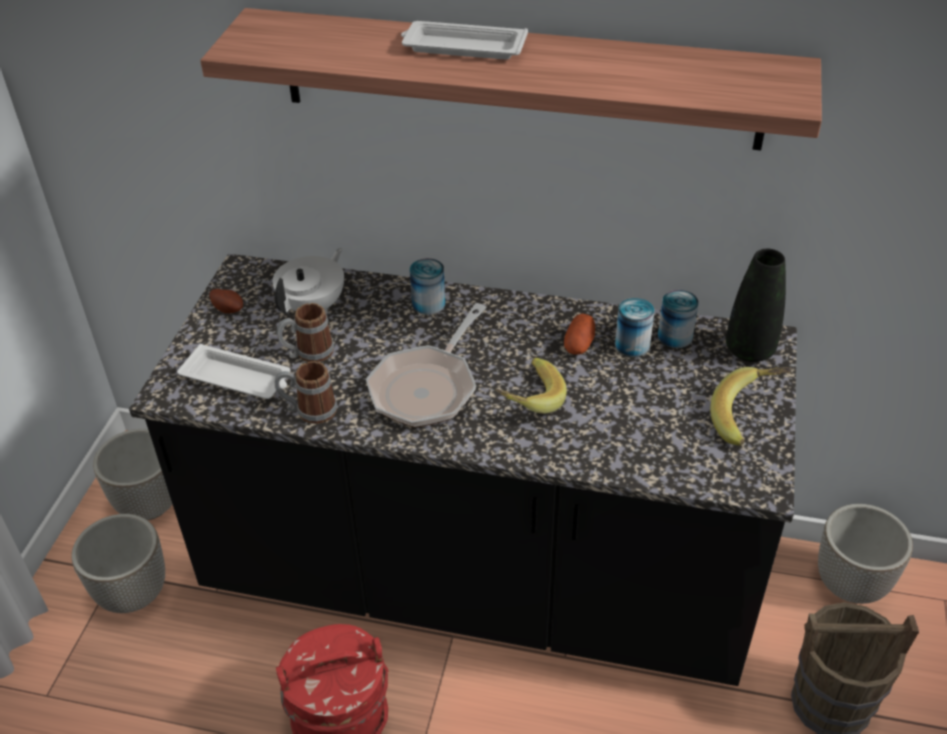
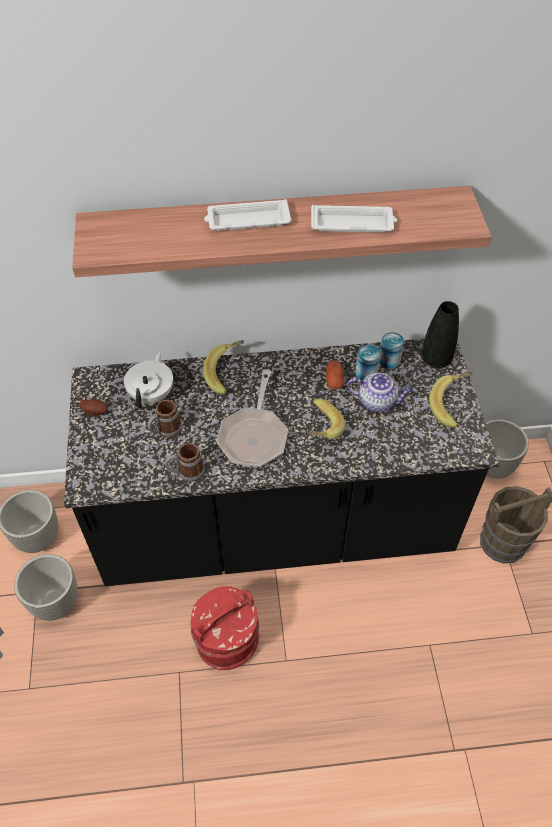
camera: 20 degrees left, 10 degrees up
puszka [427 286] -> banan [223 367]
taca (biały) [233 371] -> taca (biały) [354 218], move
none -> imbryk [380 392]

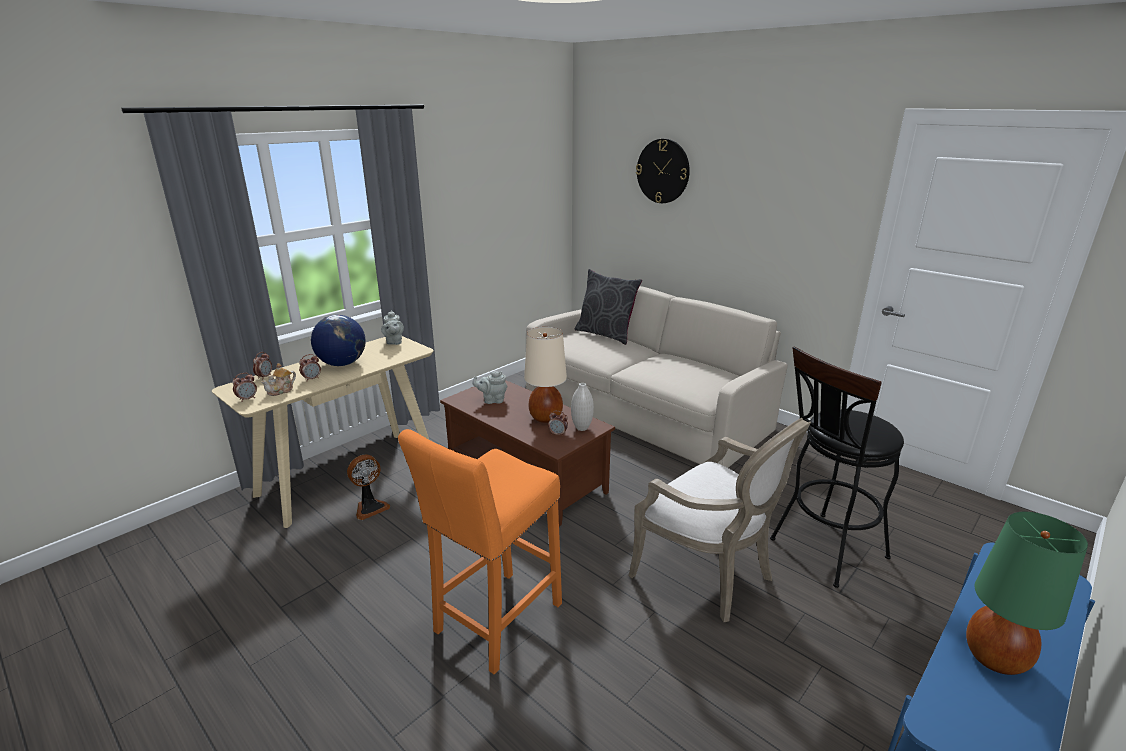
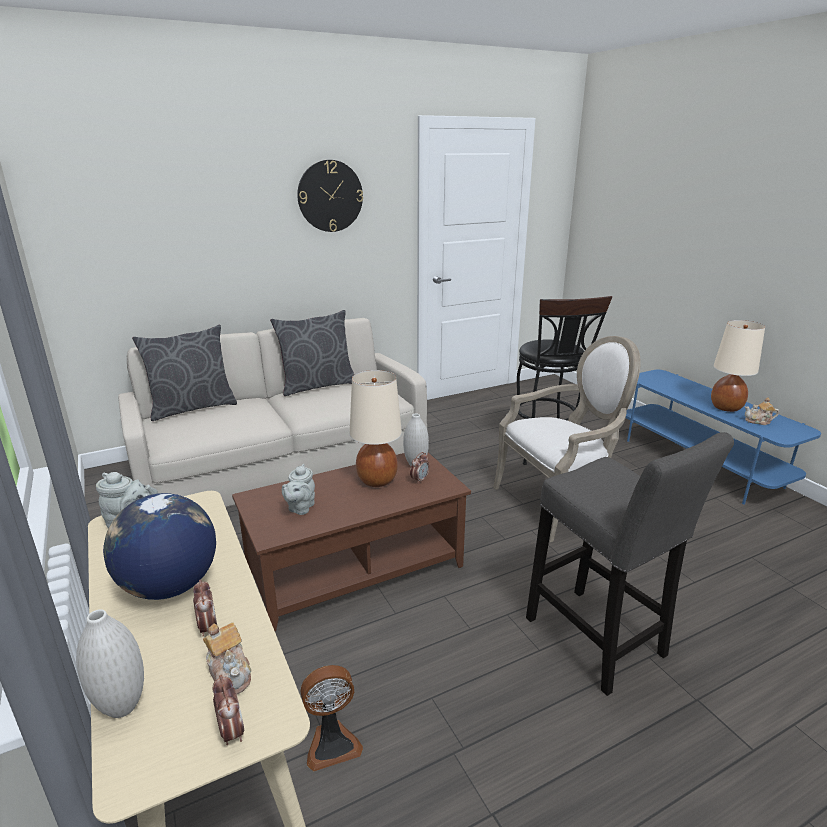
camera: 70 degrees left, 0 degrees up
zegar ścienny [663 171] -> zegar ścienny [330 196], move
budzik [262 366] -> wazon (biały) [110 663]
stołek (pomarańczowy) [480 552] -> stołek (szary) [630 564]
wentylator [368 487] -> wentylator [331 718], 90 degrees clockwise
lampa stołowa (zielony) [1027 593] -> lampa stołowa (beżowy) [738 366]
none -> poduszka (szary) [312 353]
none -> imbryk [762 411]

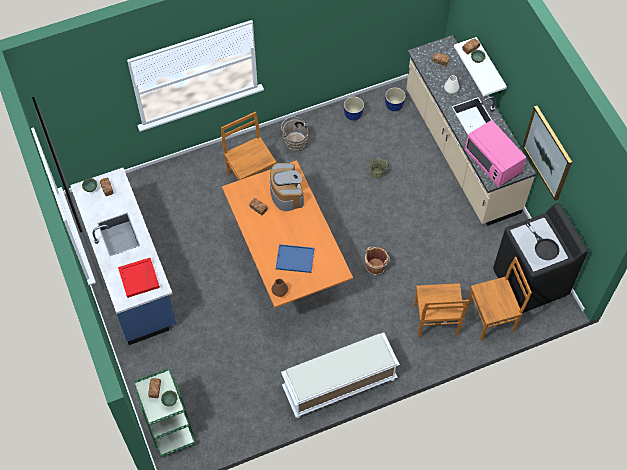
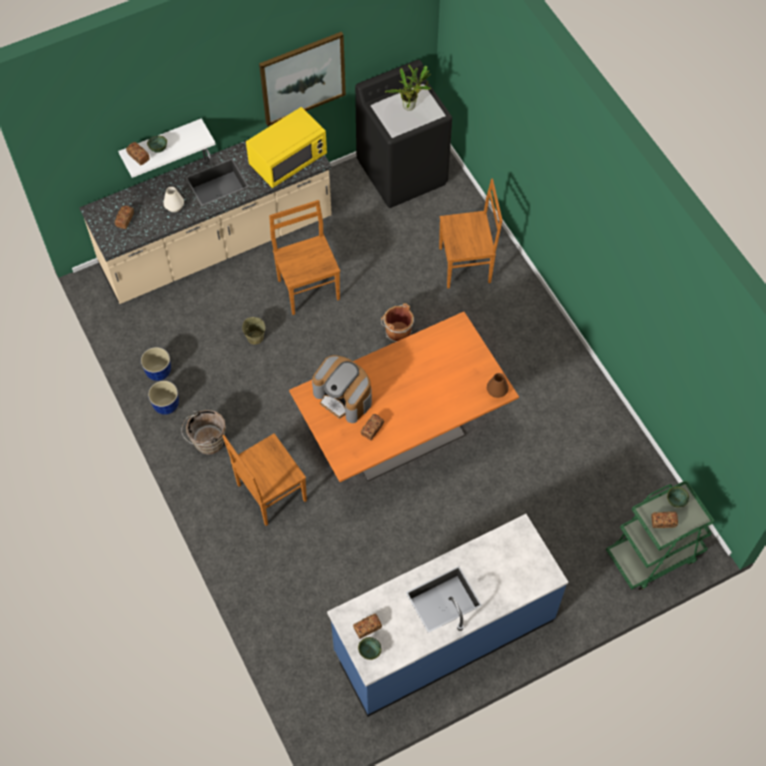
camera: 95 degrees left, 0 degrees up
donica [395 99] -> donica [163 398], move
mikrofalówka (różowy) [496 153] -> mikrofalówka (żółty) [286 147]
ekspres do kawy [287 187] -> ekspres do kawy [342 389], 120 degrees counterclockwise
patelnia (czarny) [542 240] -> roślina doniczkowa [408 87]
taca (niebieski) [295 258] -> none
krzesło (brązowy) [500 298] -> krzesło (brązowy) [304 257], move
taca (czerwony) [139 278] -> none
ławka (biały) [340 375] -> none

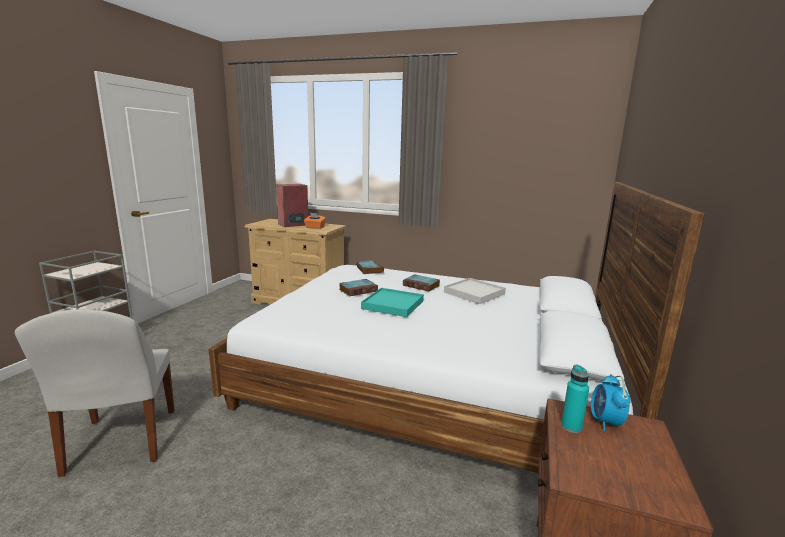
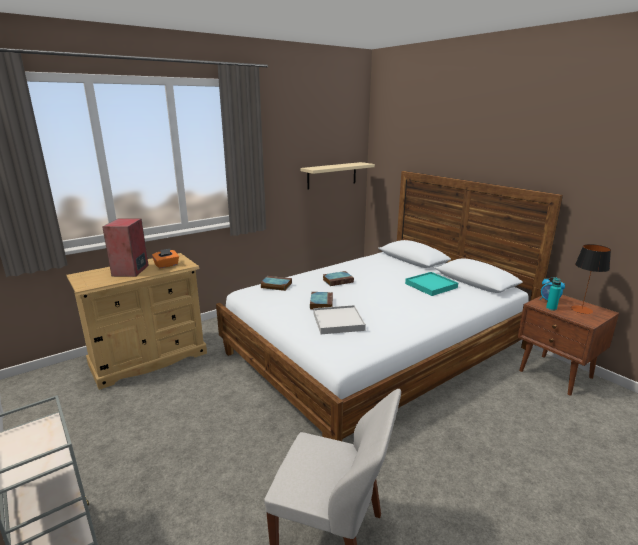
camera: 55 degrees left, 5 degrees up
taca (biały) [475 291] -> taca (biały) [340 319], move
taca (turkusowy) [392 302] -> taca (turkusowy) [431 284], move
none -> półka (beżowy) [337 175]
none -> lampa stołowa [591 279]

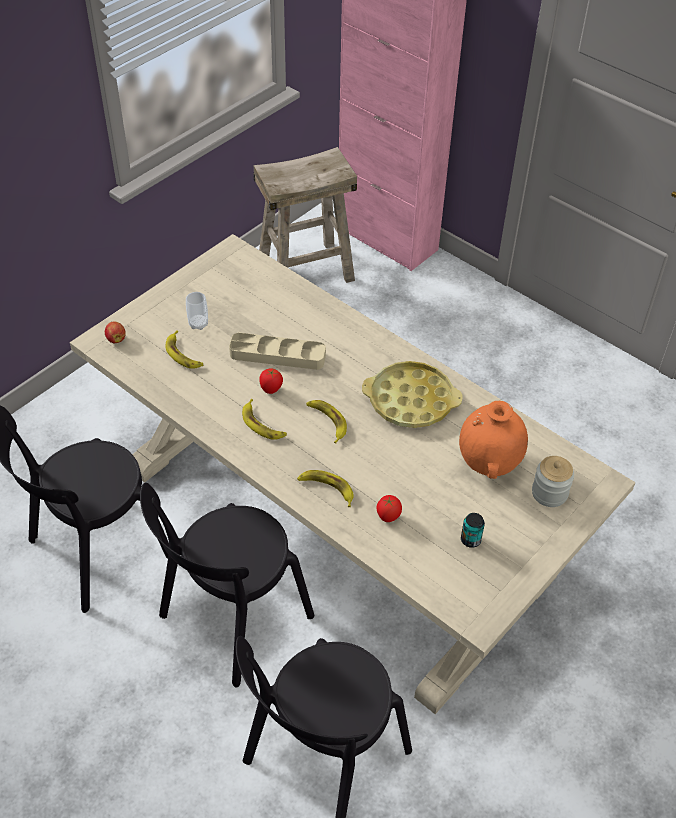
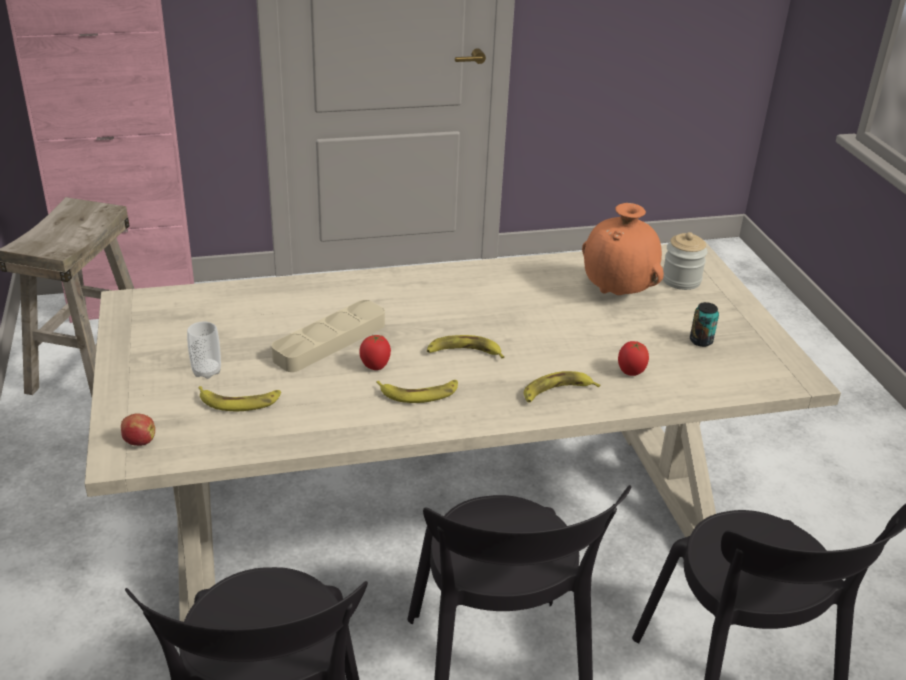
camera: 55 degrees left, 15 degrees down
taca (żółty) [412 394] -> none

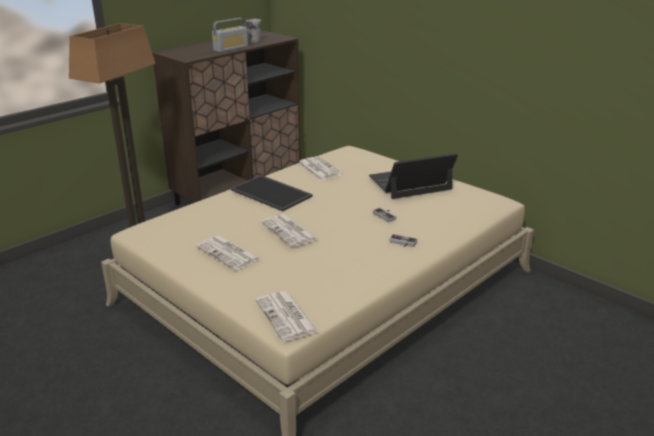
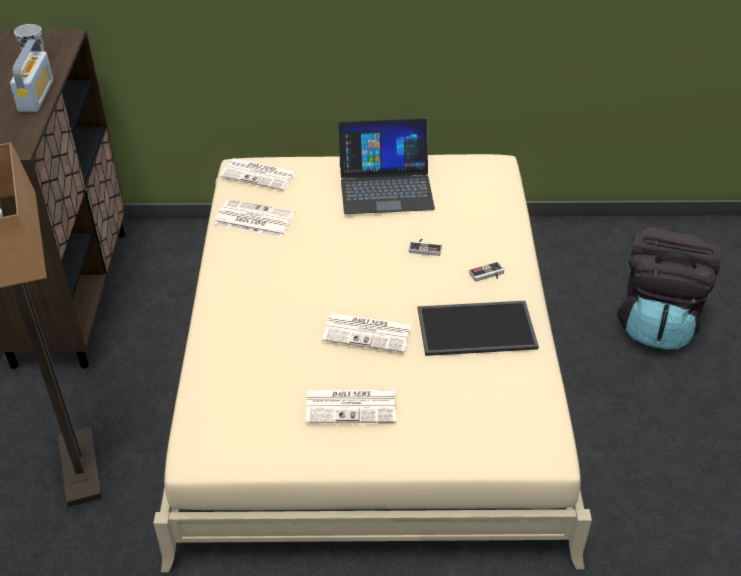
camera: 45 degrees left, 15 degrees up
laptop [413 176] -> laptop [386 166], 120 degrees counterclockwise
taca [272 193] -> taca [478 328], move
gazeta [287 316] -> gazeta [258 174], move
none -> plecak (czarny) [669 288]

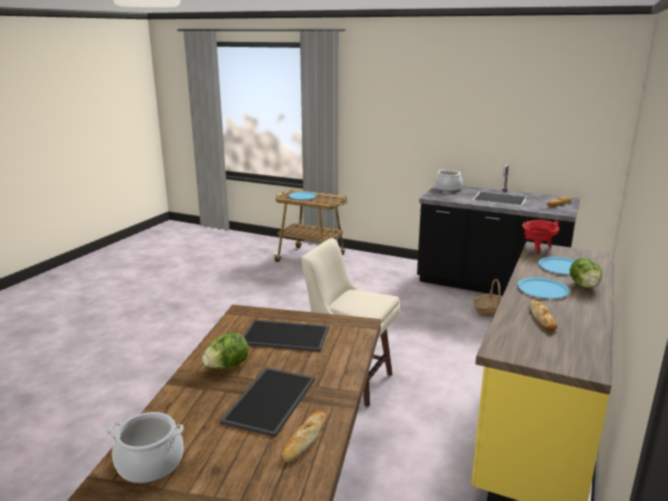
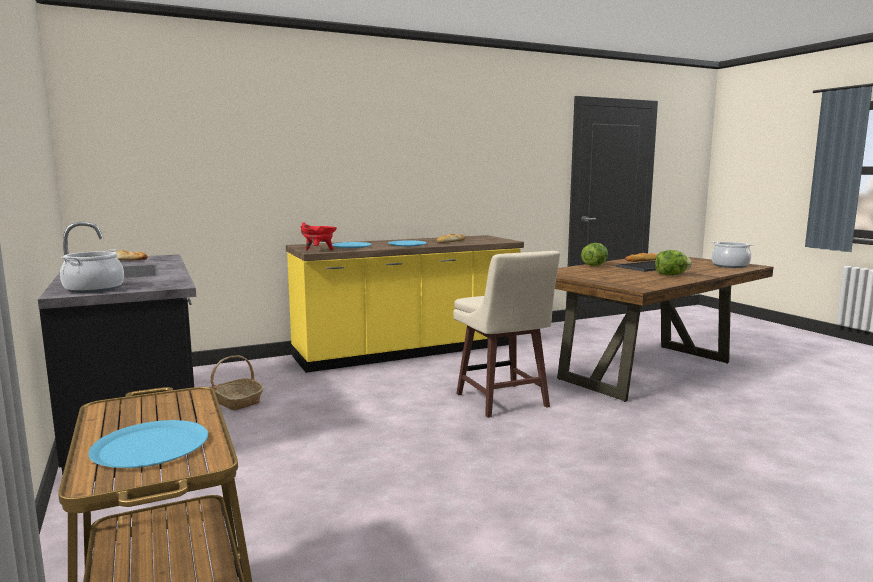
camera: 140 degrees left, 10 degrees down
sałata [586 272] -> sałata [594 254], move
taca [286 335] -> none

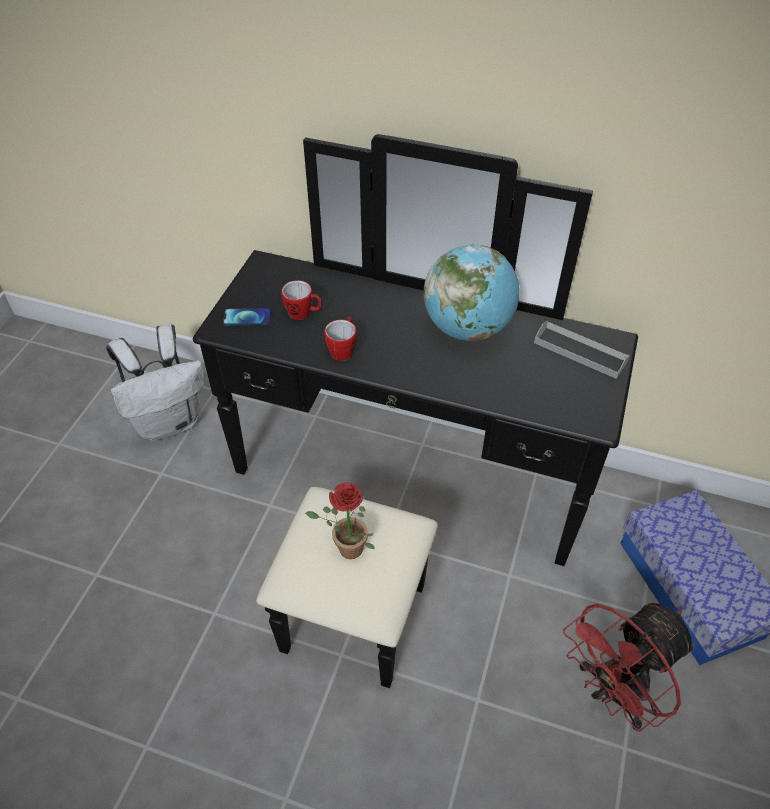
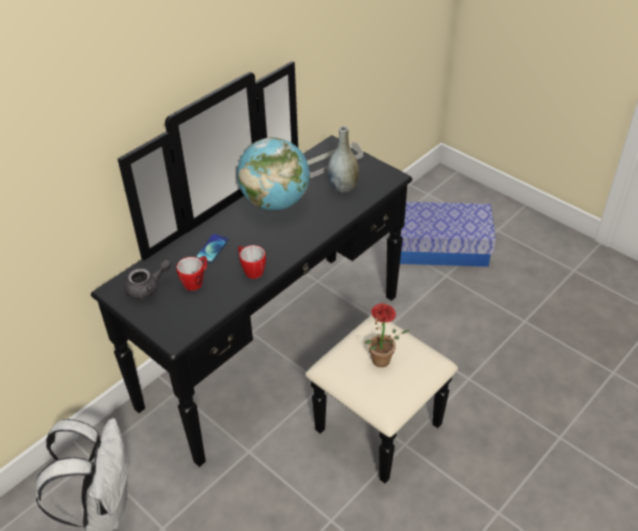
camera: 65 degrees left, 5 degrees down
telefon [247 317] -> telefon [212 248], move
wentylator (czerwony) [629 667] -> none
none -> wazon (szary) [343 159]
none -> imbryk (szary) [148 279]

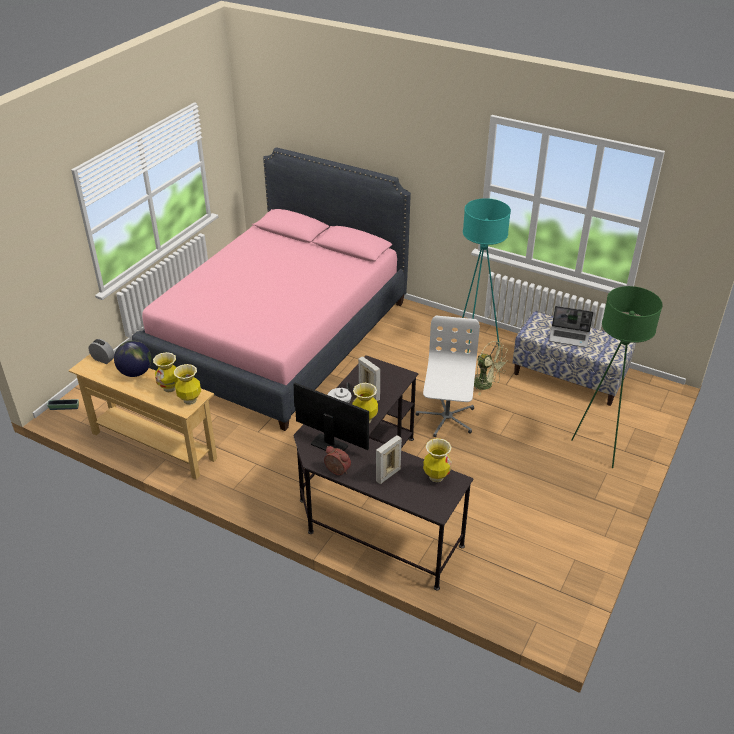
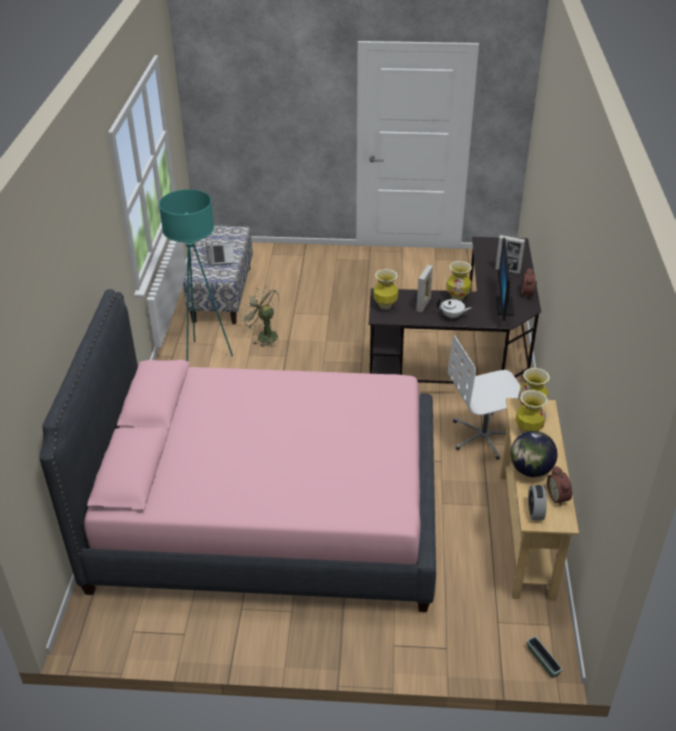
camera: 115 degrees left, 0 degrees up
lampa stojąca (zielony) [617 377] -> none
krzesło biurowe (biały) [448 376] -> krzesło biurowe (biały) [484 397], move
wentylator (zielony) [491 368] -> wentylator (zielony) [259 316], 60 degrees counterclockwise
wazon [437 460] -> wazon [385 289], move
none -> budzik [559 486]

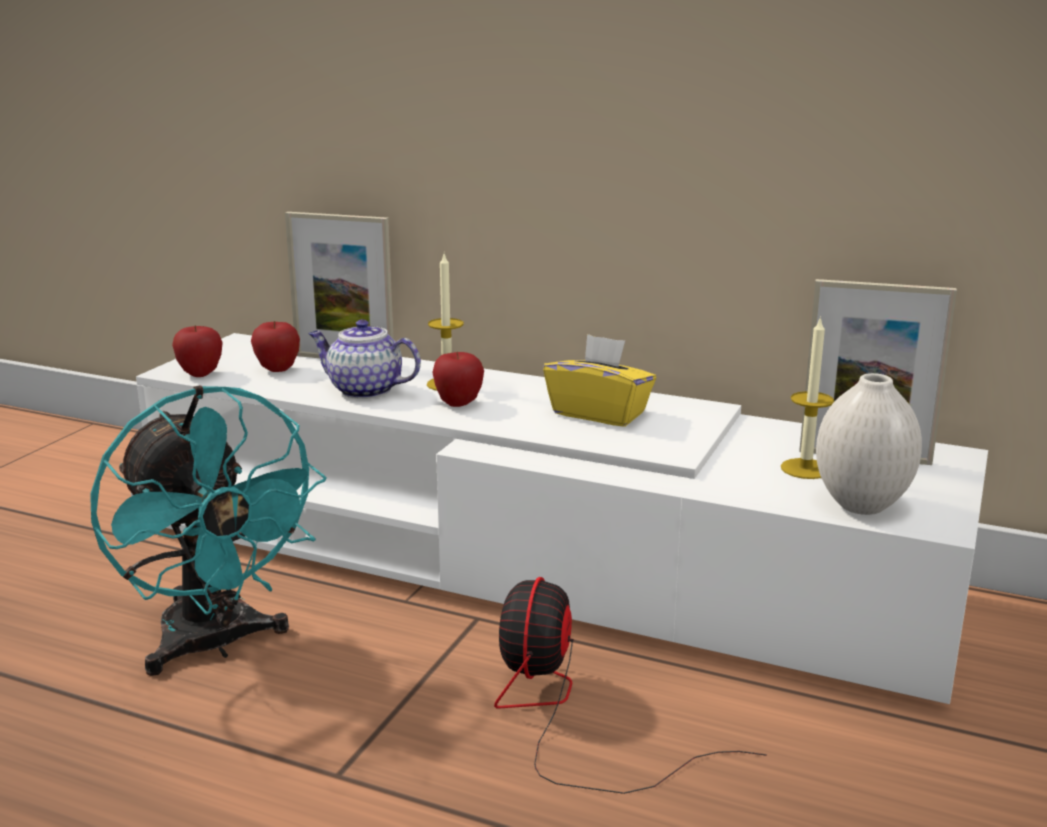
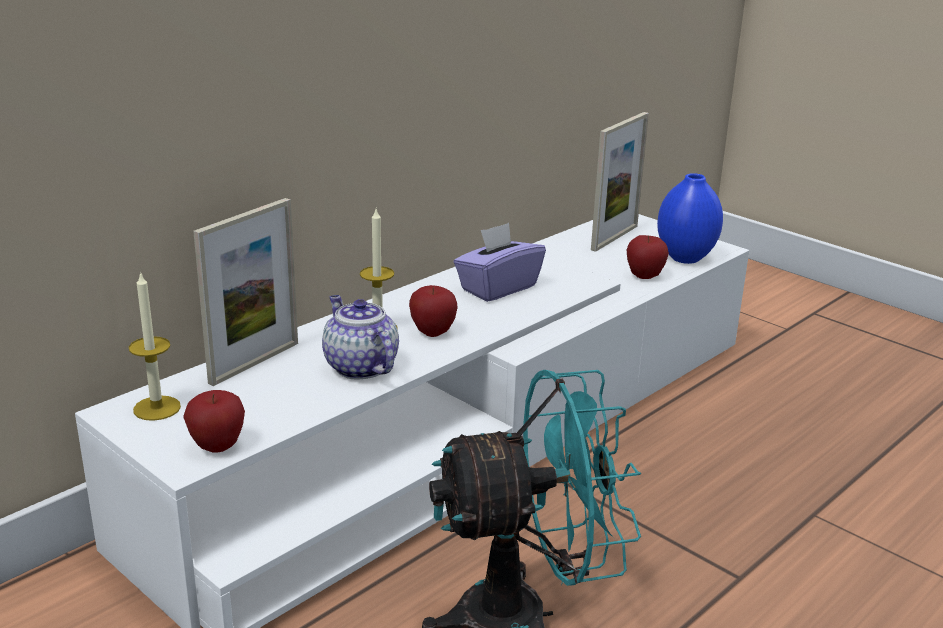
camera: 70 degrees left, 5 degrees up
świeca [807 397] -> świeca [155 346], move
imbryk [364 359] -> imbryk [360 337], 105 degrees clockwise
jabłko [275 346] -> jabłko [647 257], move
pudełko chusteczek (żółty) [599 380] -> pudełko chusteczek (fioletowy) [500 262]
wazon (biały) [869 444] -> wazon (niebieski) [690 218]
wentylator [630 685] -> none

